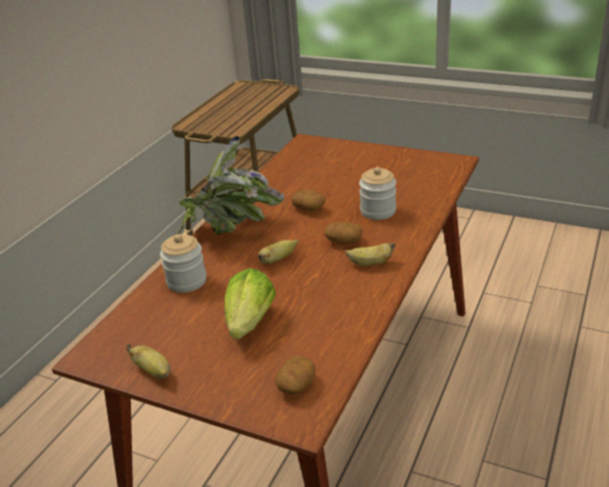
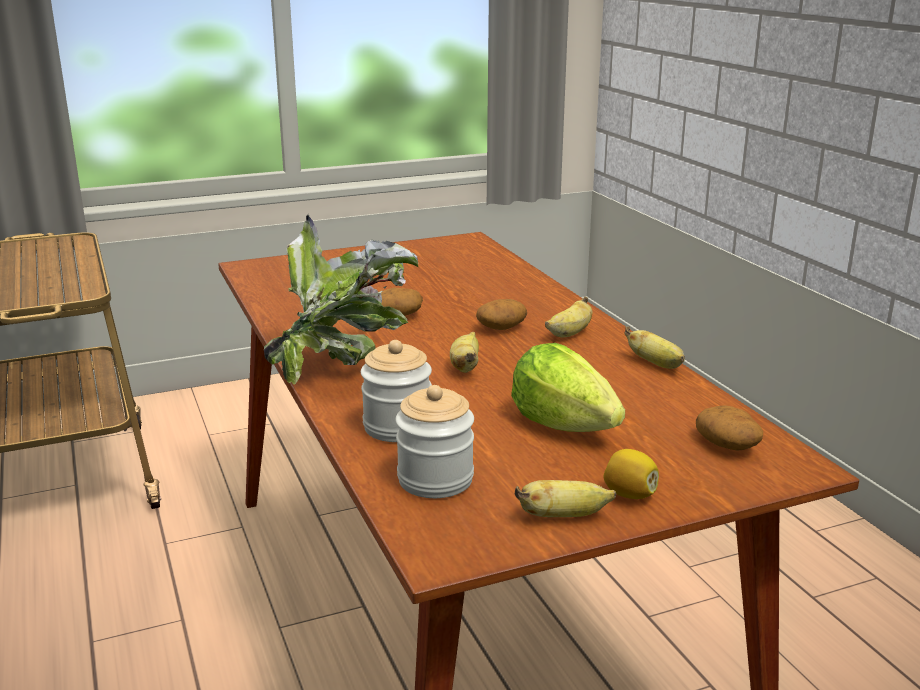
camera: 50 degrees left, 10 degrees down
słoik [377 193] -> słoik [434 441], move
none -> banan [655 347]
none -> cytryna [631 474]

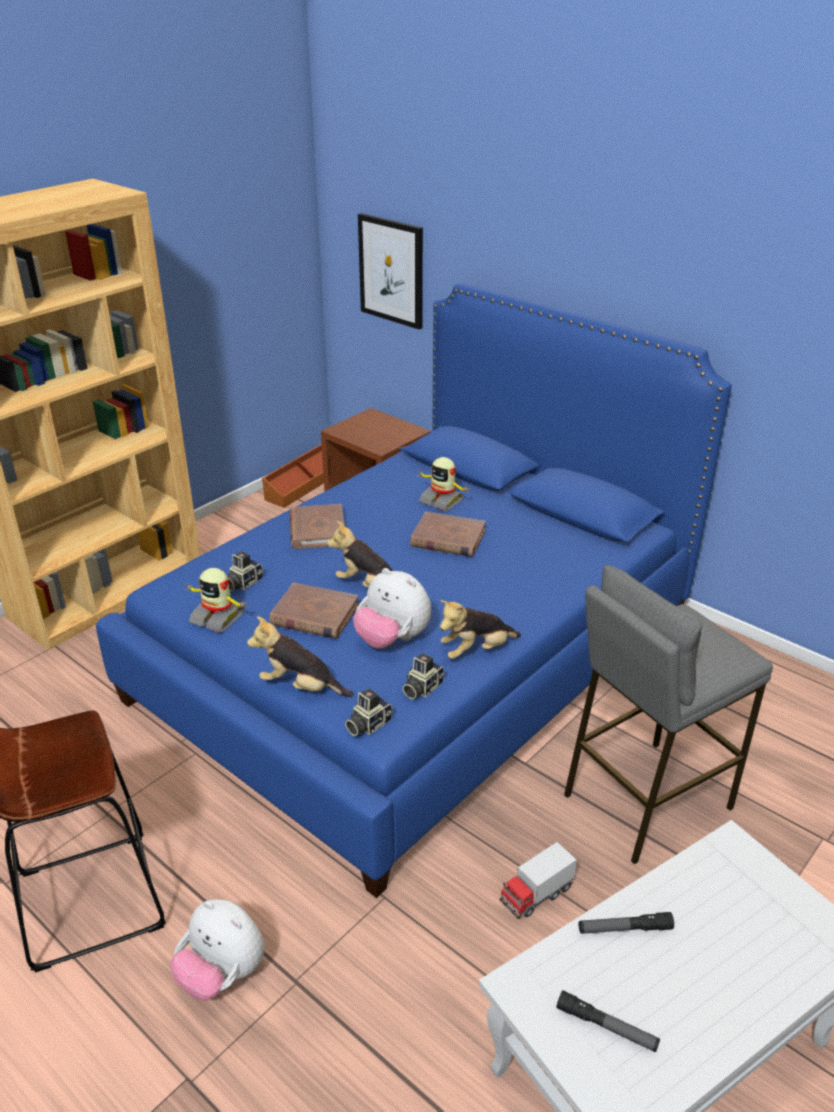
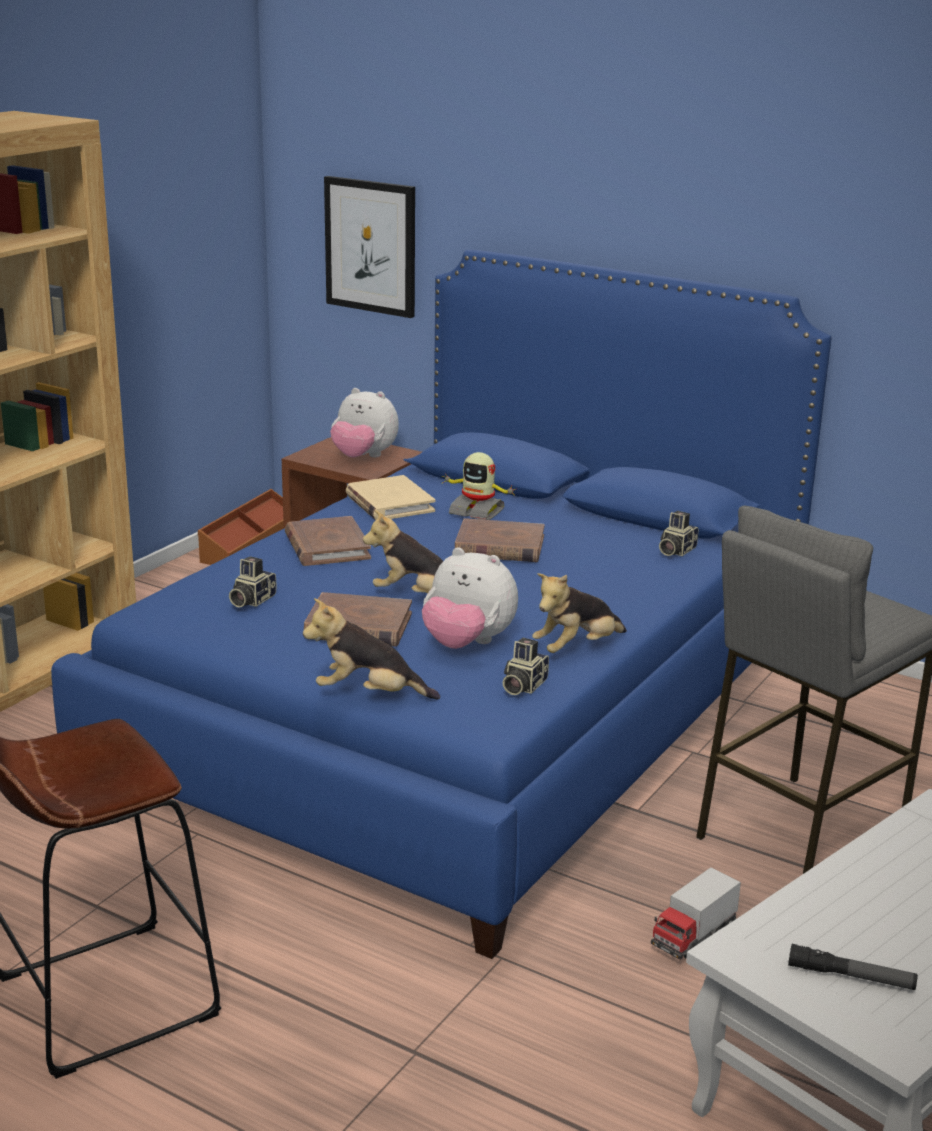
camera: 10 degrees left, 10 degrees down
robot zabawkowy [215 600] -> none
aparat fotograficzny [368 712] -> aparat fotograficzny [678 533], move
pluszak [217 950] -> pluszak [364 422], move
latarka [626 923] -> none
none -> książka (beżowy) [390 497]

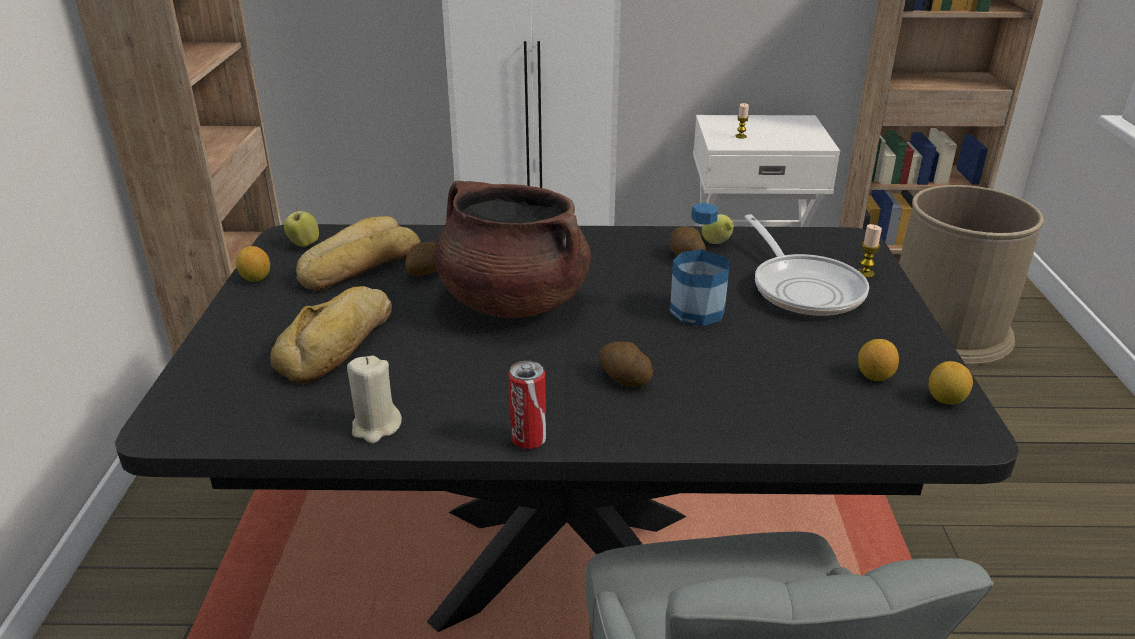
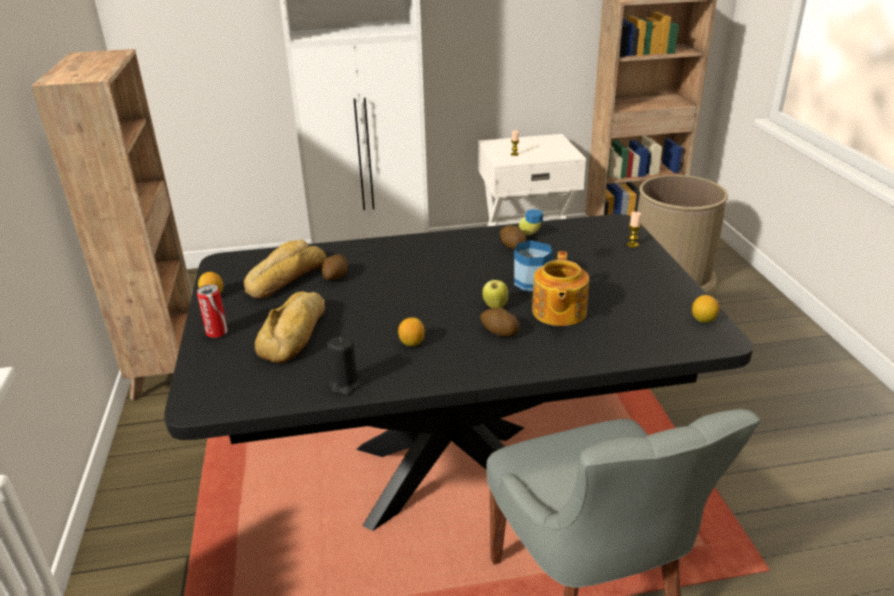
camera: 10 degrees left, 0 degrees up
garnek (brązowy) [512 249] -> none
jabłko [301 227] -> jabłko [495 294], move
patelnia [807 265] -> none
cytryna [878 360] -> cytryna [411 331], move
świeca (beżowy) [374 399] -> świeca (czarny) [344 366]
puszka [527 405] -> puszka [212 311], move
none -> imbryk [560 288]

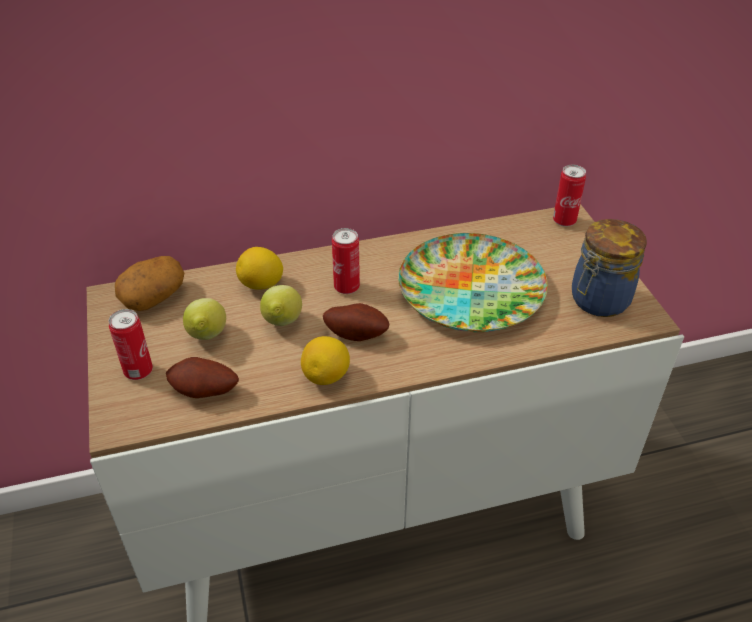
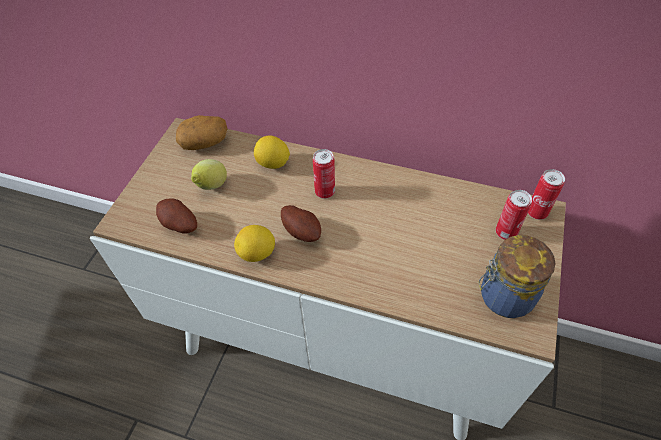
camera: 35 degrees right, 10 degrees up
talerz [473 282] -> none
cytryna [281 305] -> none
puszka [130 344] -> puszka [514 215], move

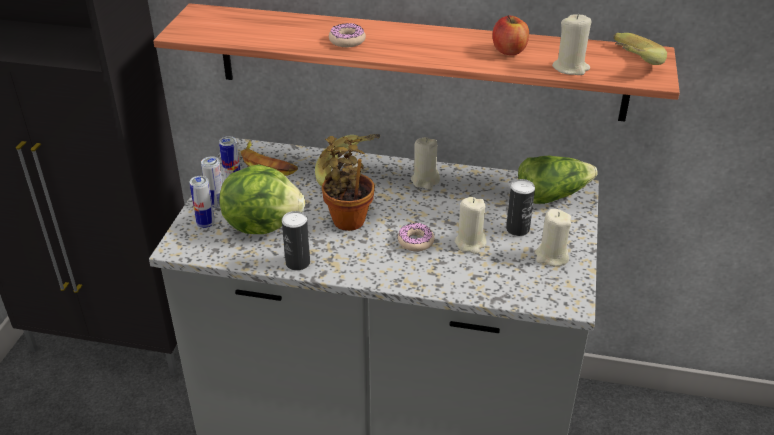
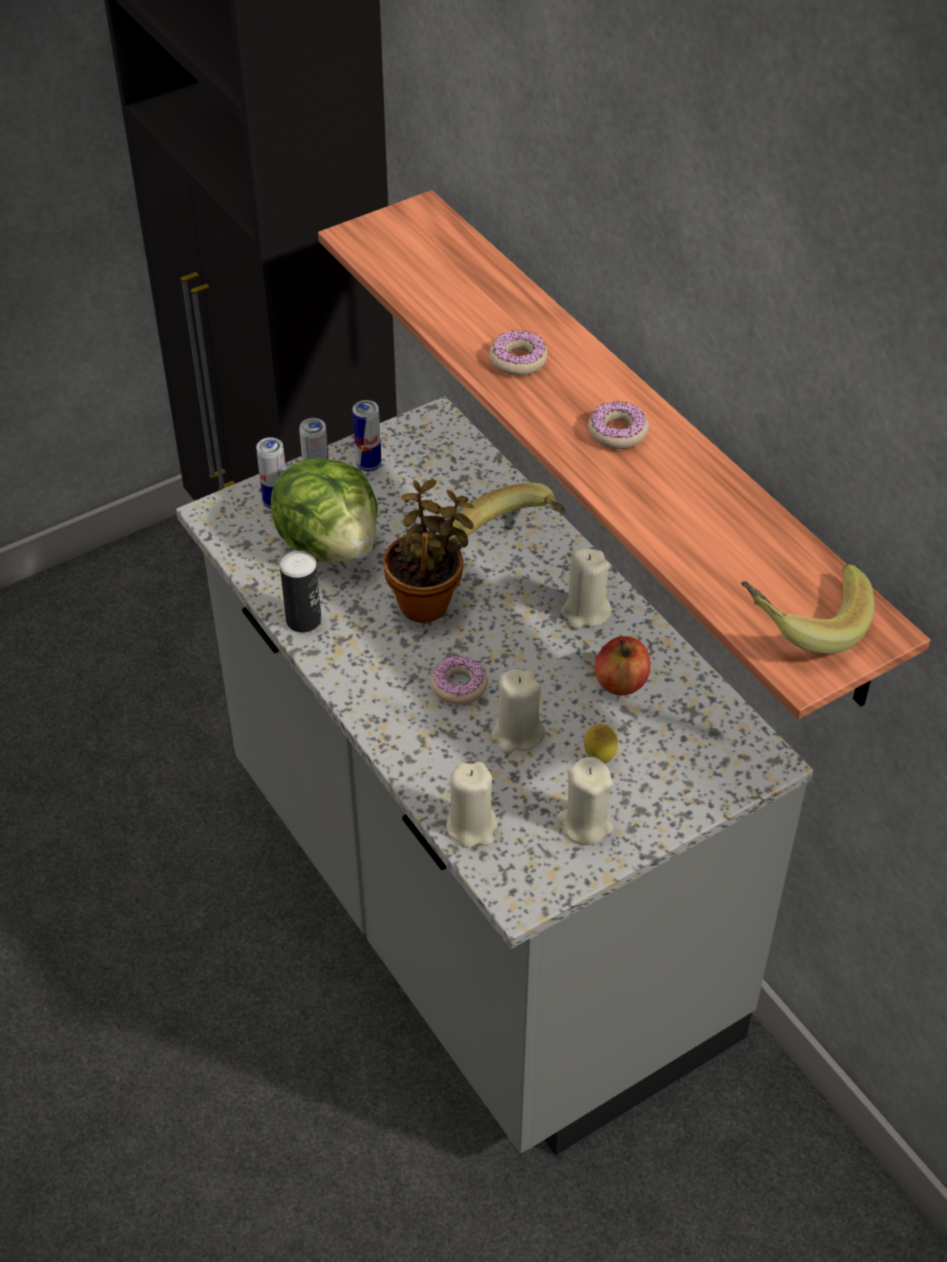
camera: 45 degrees right, 10 degrees up
świeca (beżowy) [572 44] -> świeca (beżowy) [472 805], move
jabłko [511 35] -> jabłko [622 665], move
banan [269 158] -> none
sałata [558 180] -> none
puszka [520 207] -> cytryna [601 744]
none -> donut [618 425]

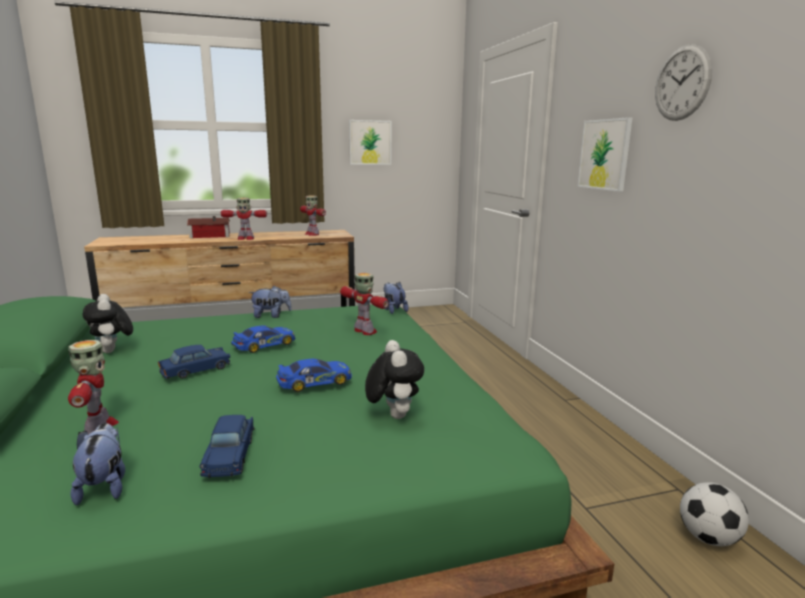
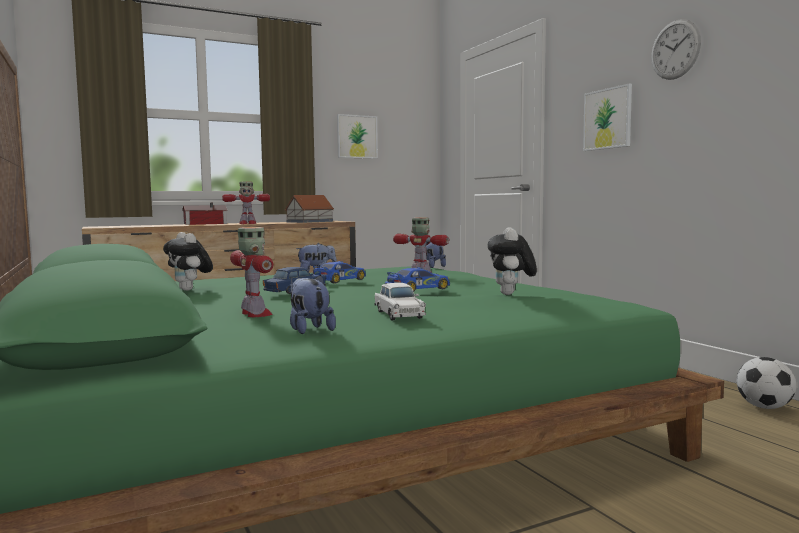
camera: 10 degrees left, 10 degrees down
robot zabawkowy [313 216] -> domek [309 209]
pluszak [394 379] -> pluszak [512 261], 150 degrees counterclockwise
samochodzik (niebieski) [226 446] -> samochodzik (biały) [400 301]

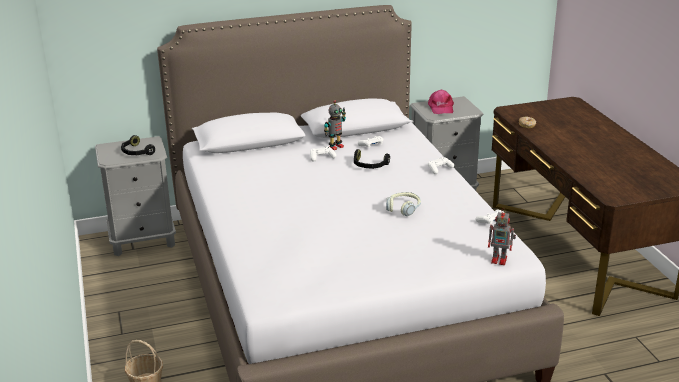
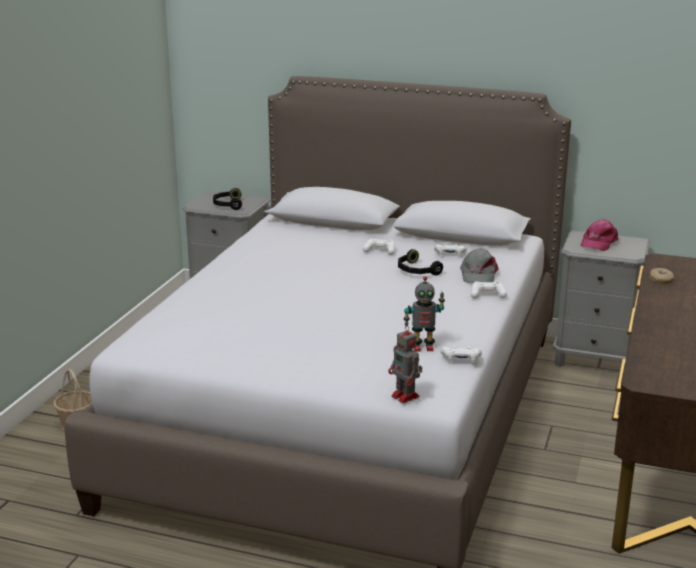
camera: 35 degrees right, 5 degrees down
robot zabawkowy [335 125] -> robot zabawkowy [424 314], move
słuchawki [403 204] -> none
none -> czapka z daszkiem (szary) [479 265]

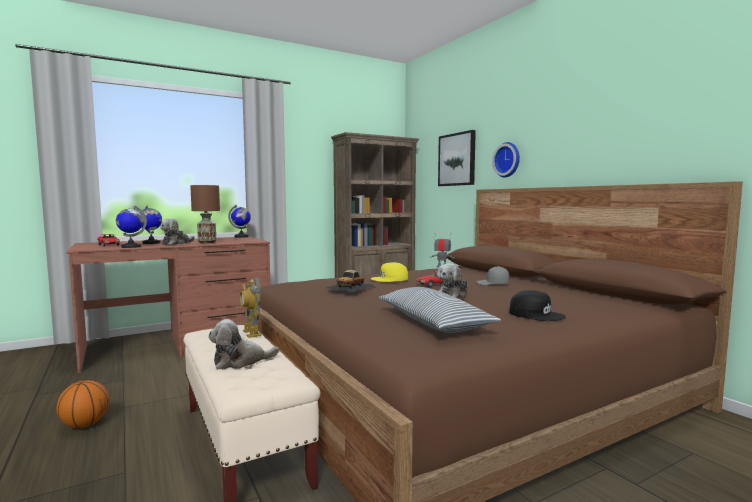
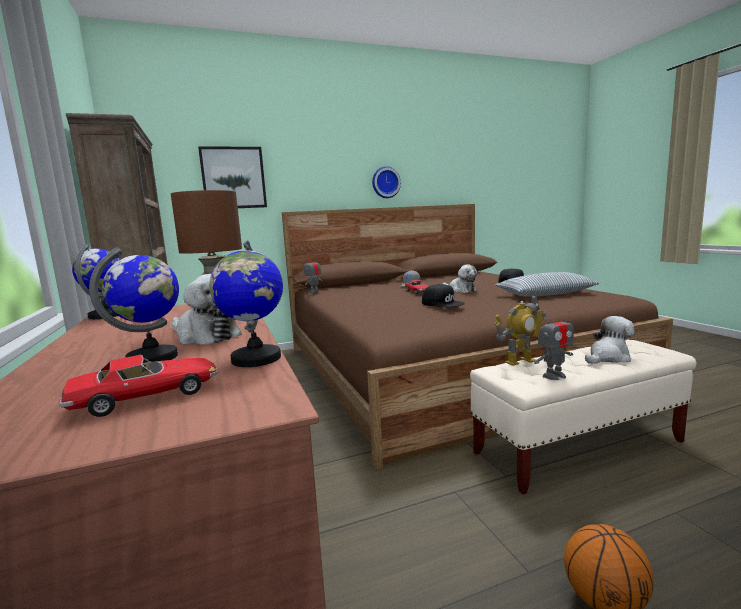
camera: 80 degrees left, 5 degrees up
zegar ścienny [506 159] -> zegar ścienny [386 182], move
czapka z daszkiem (żółty) [389 272] -> none
samochodzik [350 281] -> czapka z daszkiem (czarny) [443 296]
pluszak [243 344] -> pluszak [609 340], 105 degrees counterclockwise
none -> robot zabawkowy [554 345]

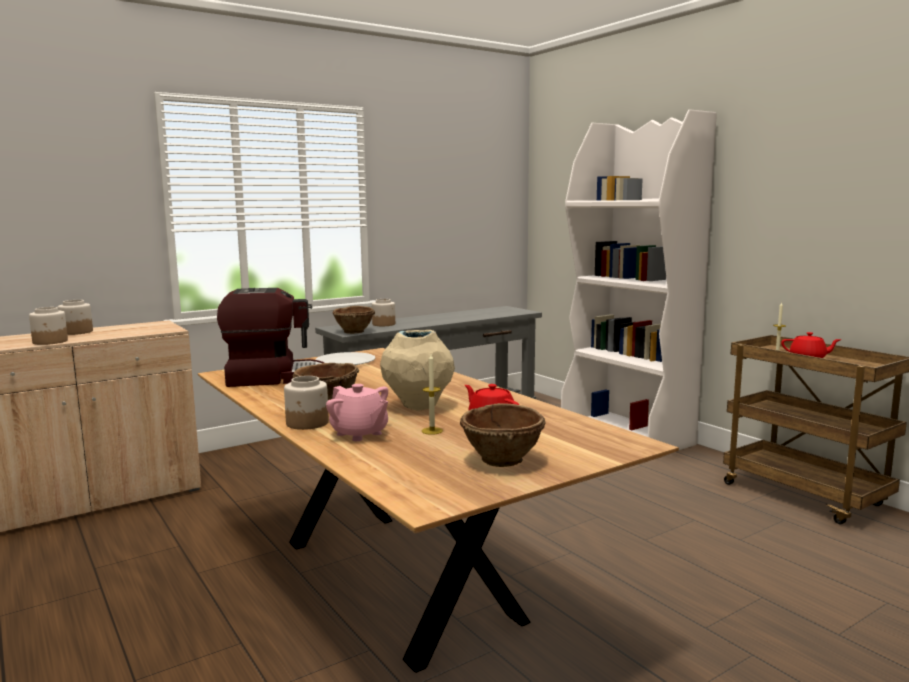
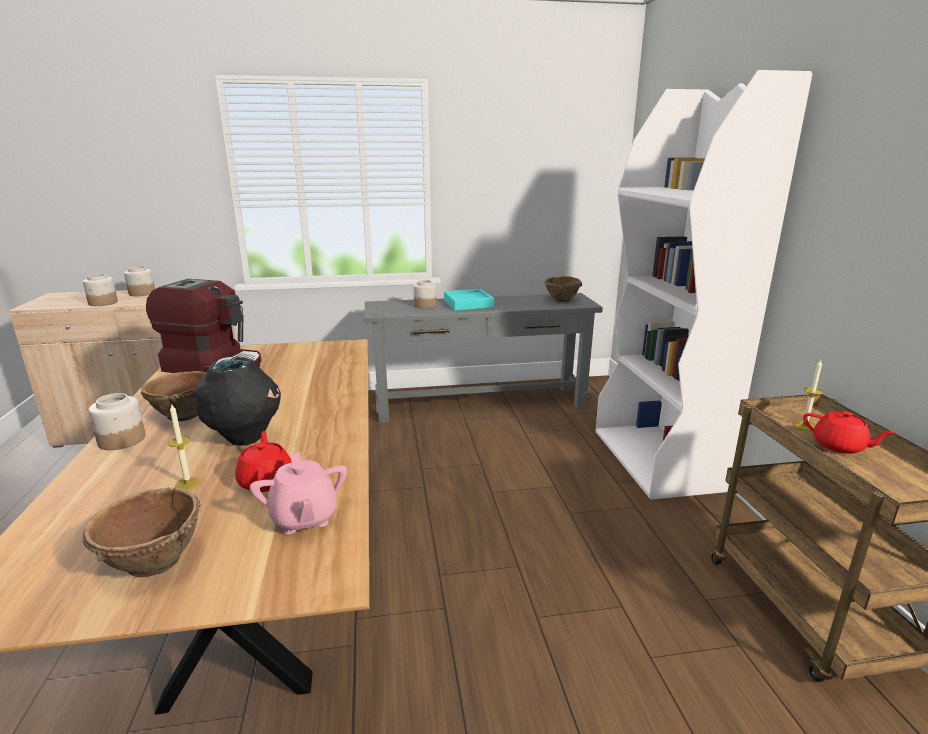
camera: 25 degrees right, 10 degrees up
miska (brązowy) [354 320] -> miska (brązowy) [563 289], move
wazon (beżowy) [417 370] -> wazon (czarny) [238 401]
talerz (biały) [346 358] -> none
imbryk (różowy) [357 412] -> imbryk (różowy) [298 493], move
none -> taca (turkusowy) [469 300]

